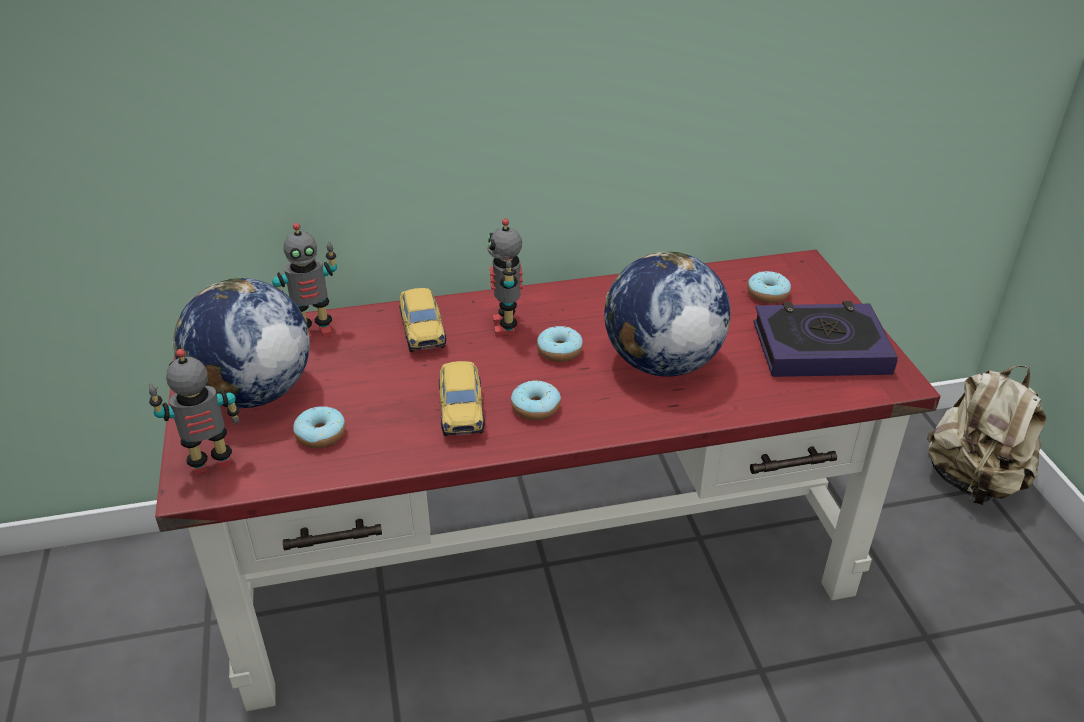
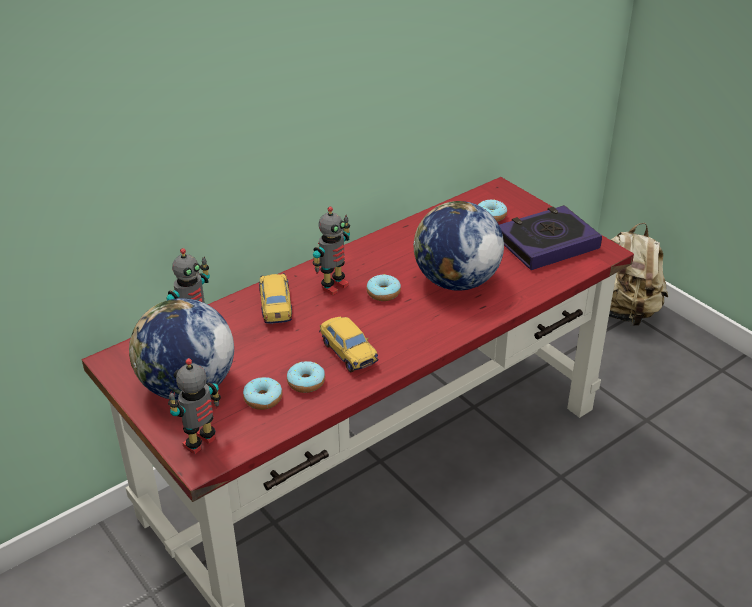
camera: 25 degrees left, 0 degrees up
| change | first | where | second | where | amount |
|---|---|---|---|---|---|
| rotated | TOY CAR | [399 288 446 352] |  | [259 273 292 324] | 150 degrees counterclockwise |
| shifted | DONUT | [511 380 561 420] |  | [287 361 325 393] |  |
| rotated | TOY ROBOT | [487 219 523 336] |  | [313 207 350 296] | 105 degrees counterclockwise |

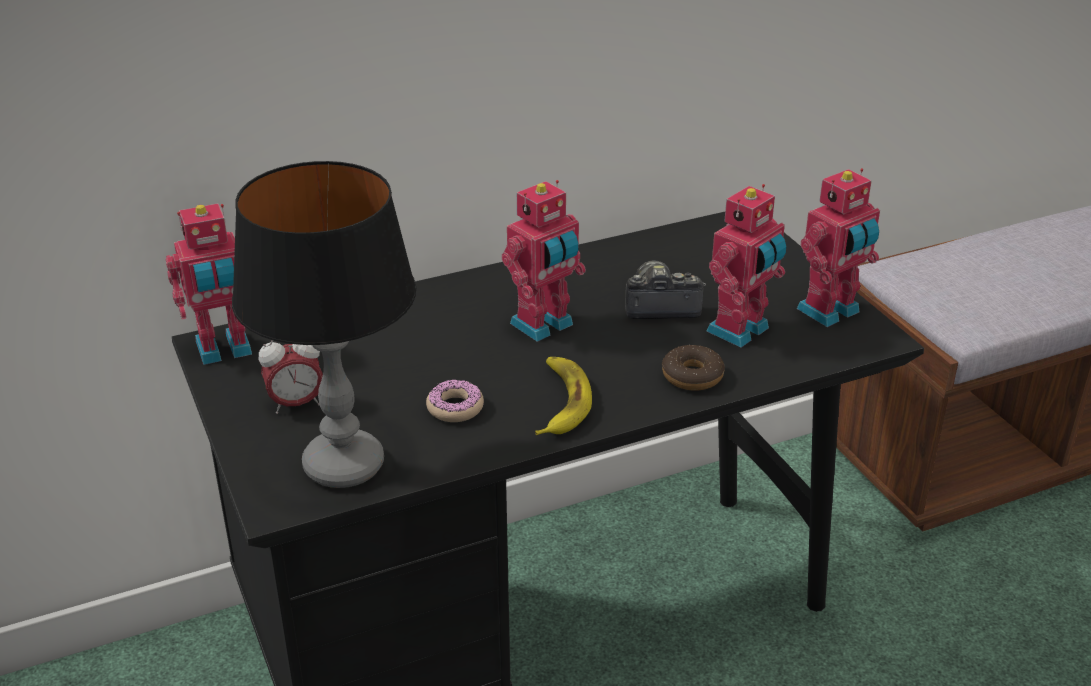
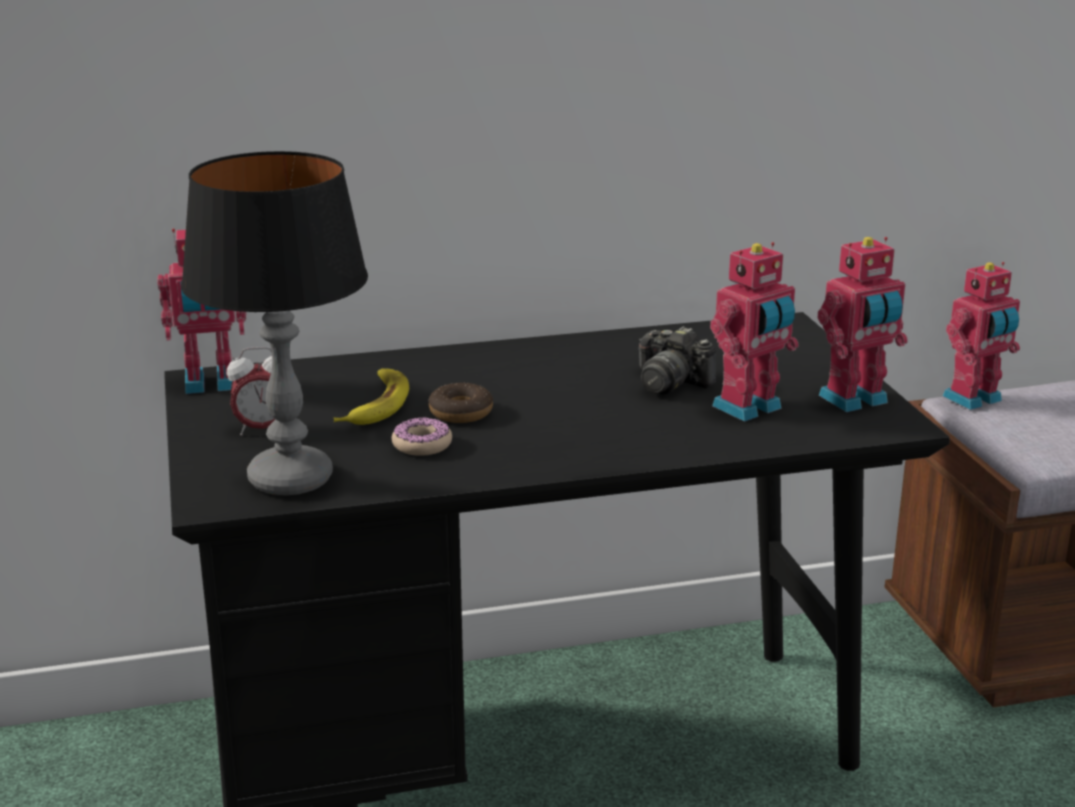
camera: 10 degrees right, 10 degrees down
| change | first | where | second | where | amount |
|---|---|---|---|---|---|
| shifted | BANANA | [535 357 592 435] |  | [334 368 409 425] |  |
| shifted | DONUT | [662 345 725 391] |  | [429 383 493 423] |  |
| rotated | PHOTO CAMERA | [625 260 706 319] |  | [639 326 716 395] | 150 degrees counterclockwise |
| shifted | TOY ROBOT | [502 180 586 342] |  | [943 262 1020 410] |  |

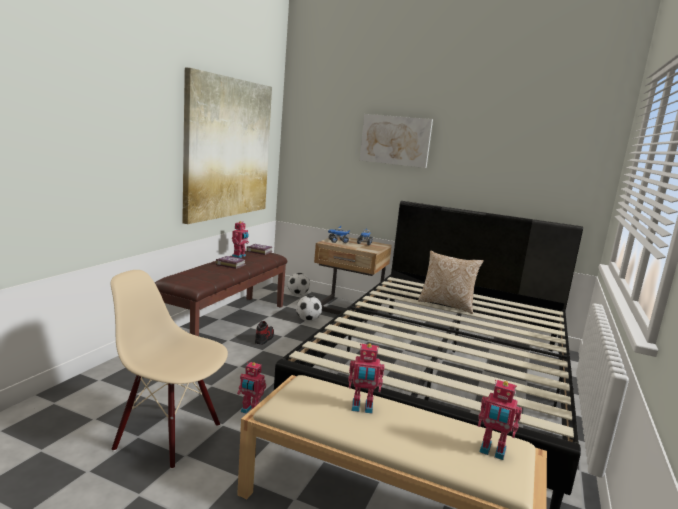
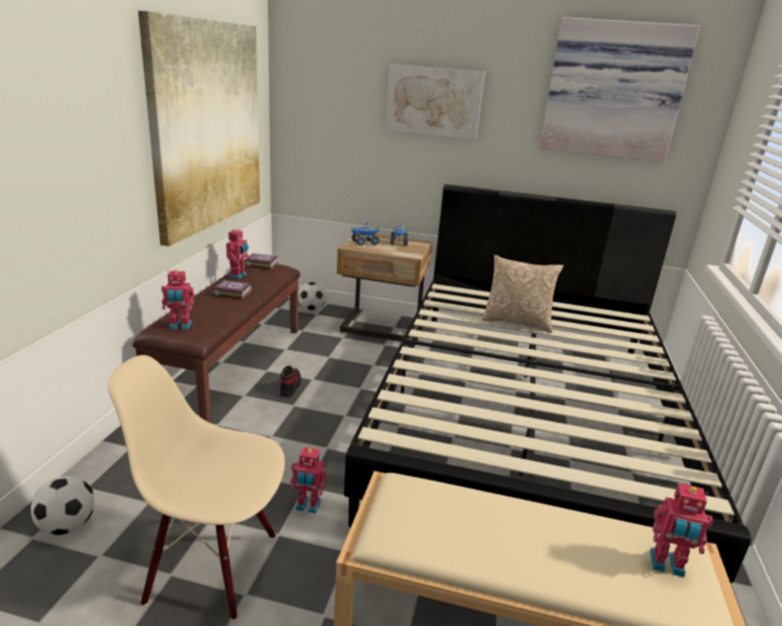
camera: 10 degrees left, 10 degrees up
| change | first | where | second | where | amount |
|---|---|---|---|---|---|
| shifted | FOOTBALL | [296 295 322 321] |  | [31 476 95 535] |  |
| shifted | TOY ROBOT | [348 344 385 414] |  | [161 270 195 330] |  |
| new |  |  | PICTURE | [540 17 700 161] |  |

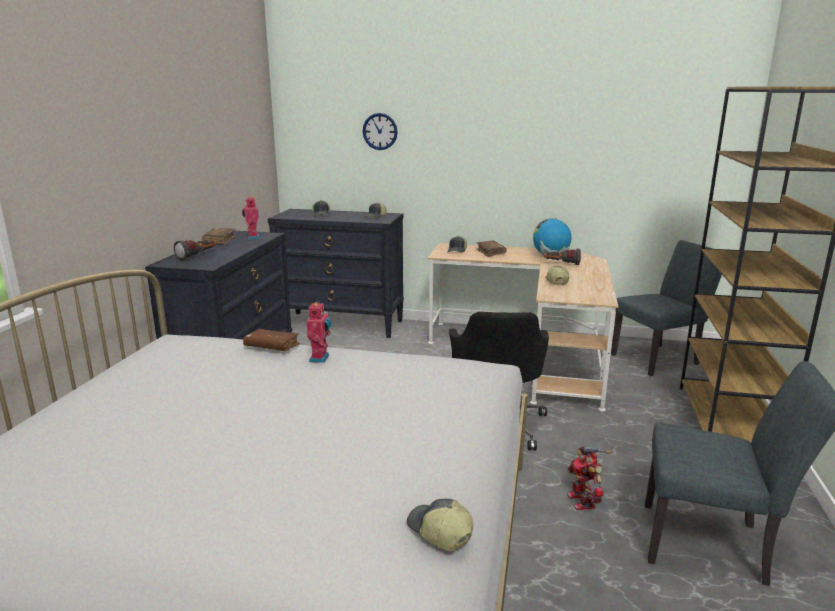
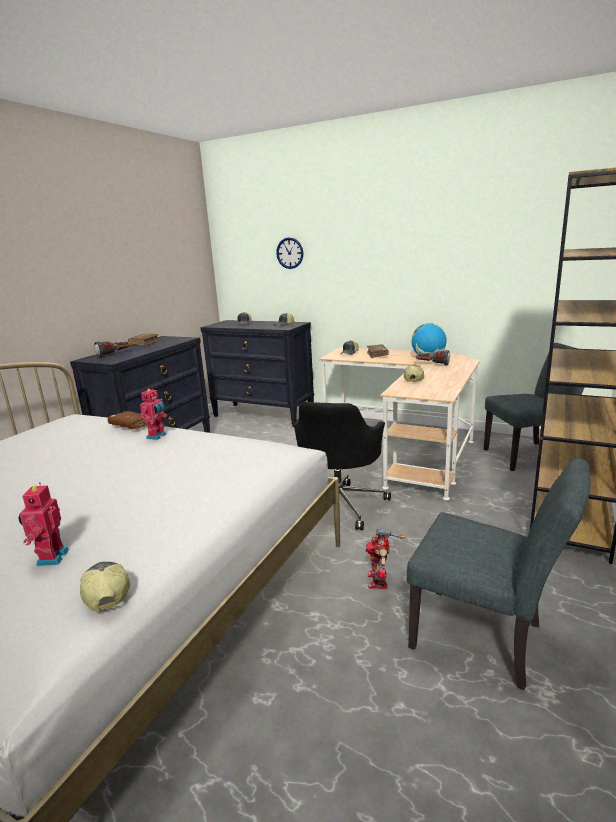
camera: 15 degrees right, 0 degrees up
| change | first | where | second | where | amount |
|---|---|---|---|---|---|
| shifted | TOY ROBOT | [242 196 260 239] |  | [18 482 69 566] |  |

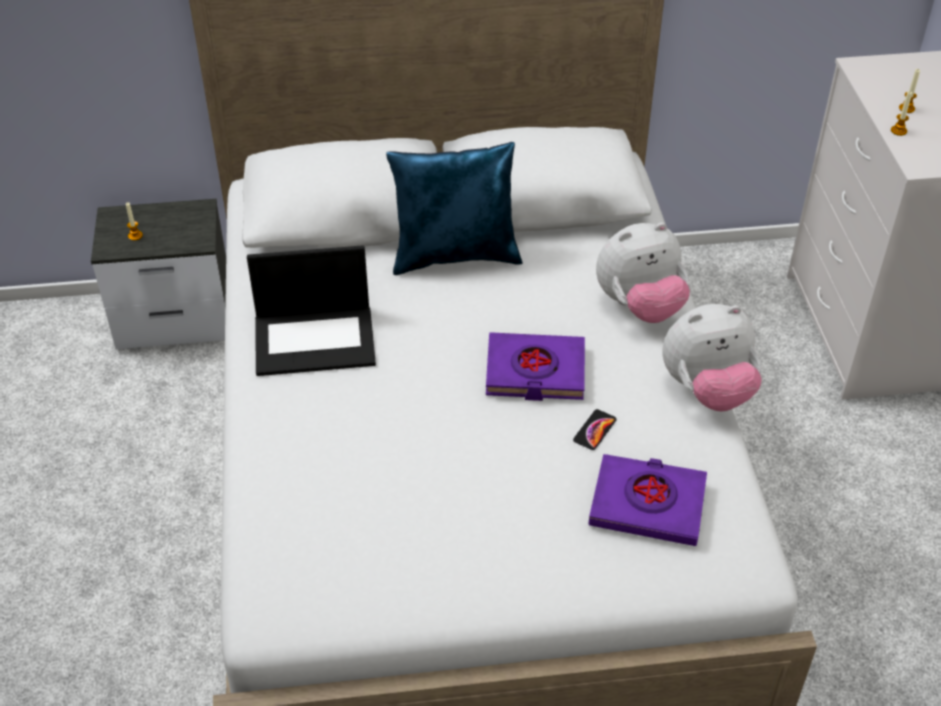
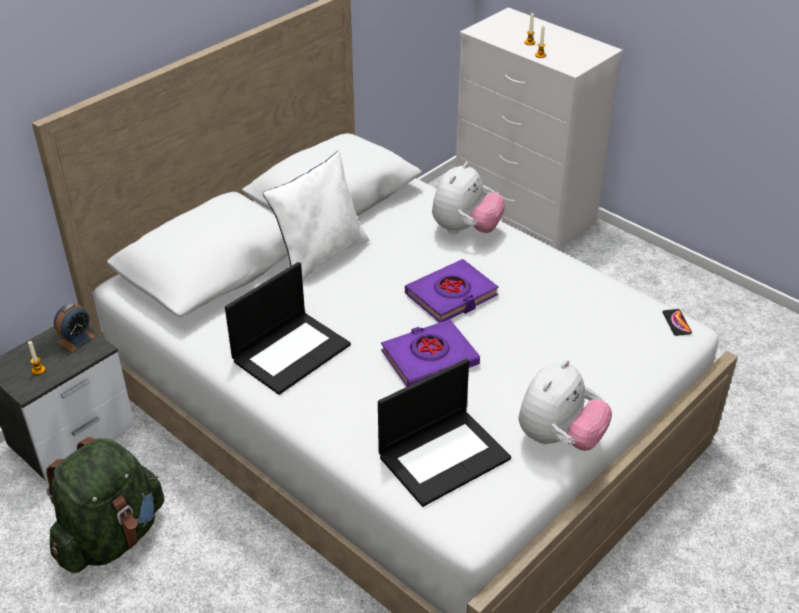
camera: 40 degrees left, 5 degrees down
| change | first | where | second | where | amount |
|---|---|---|---|---|---|
| new |  |  | GREEN BACKPACK | [46 437 164 573] |  |
| new |  |  | ALARM CLOCK | [54 303 96 352] |  |
| repainted | BLUE PILLOW | [386 142 522 275] | WHITE PILLOW | [263 151 369 281] |  |
| new |  |  | LAPTOP | [378 359 511 507] |  |
| shifted | PURPLE BOOK | [588 454 707 546] |  | [381 319 480 387] |  |
| shifted | PLUSH TOY | [662 304 762 411] |  | [518 359 612 451] |  |
| shifted | PHONE | [573 409 617 450] |  | [662 309 692 336] |  |

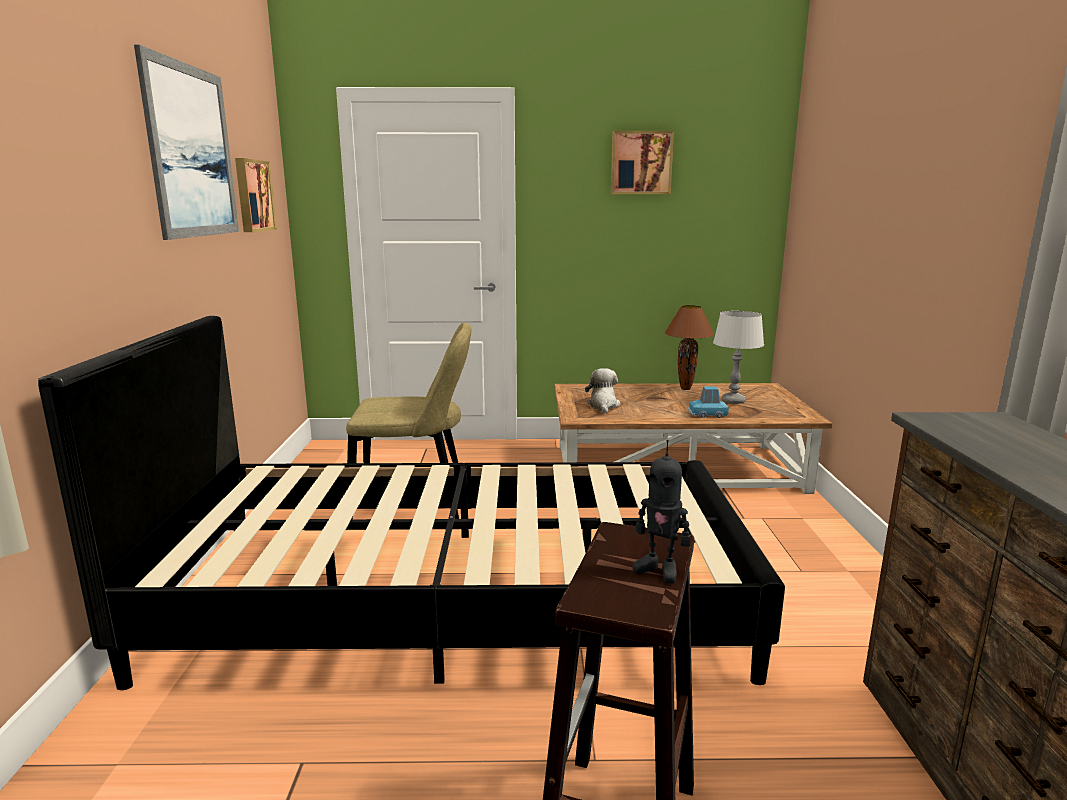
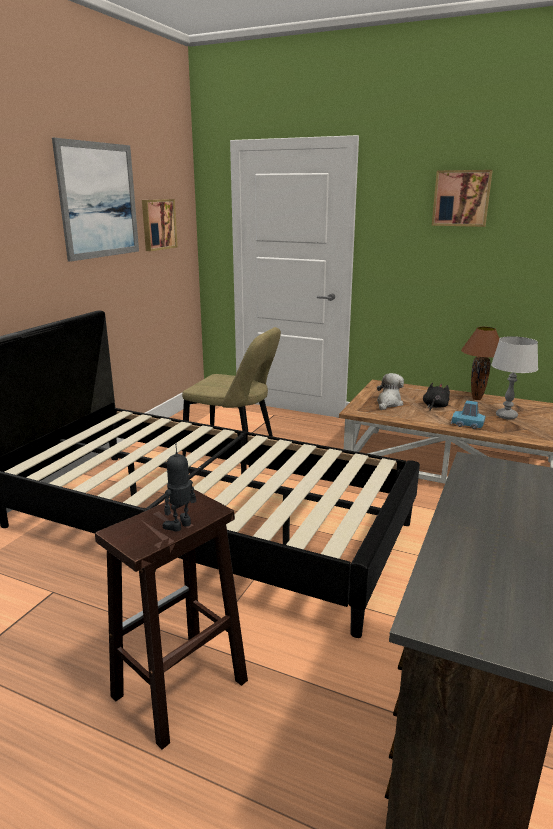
camera: 25 degrees right, 5 degrees up
| change | first | where | second | where | amount |
|---|---|---|---|---|---|
| rotated | TOY ROBOT | [633 440 690 584] |  | [162 444 196 531] | 75 degrees clockwise |
| new |  |  | BLACK PLUSH TOY | [423 383 450 411] |  |

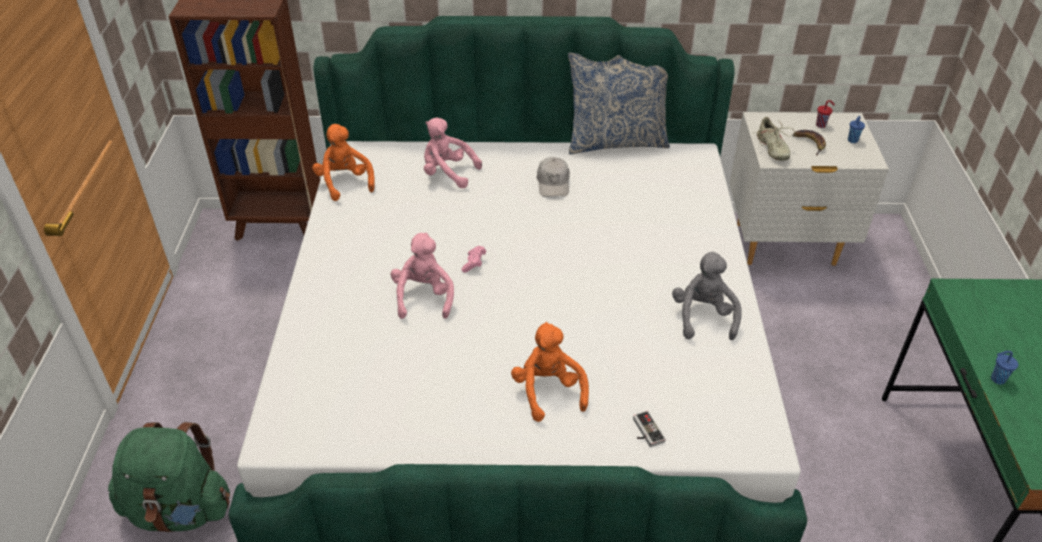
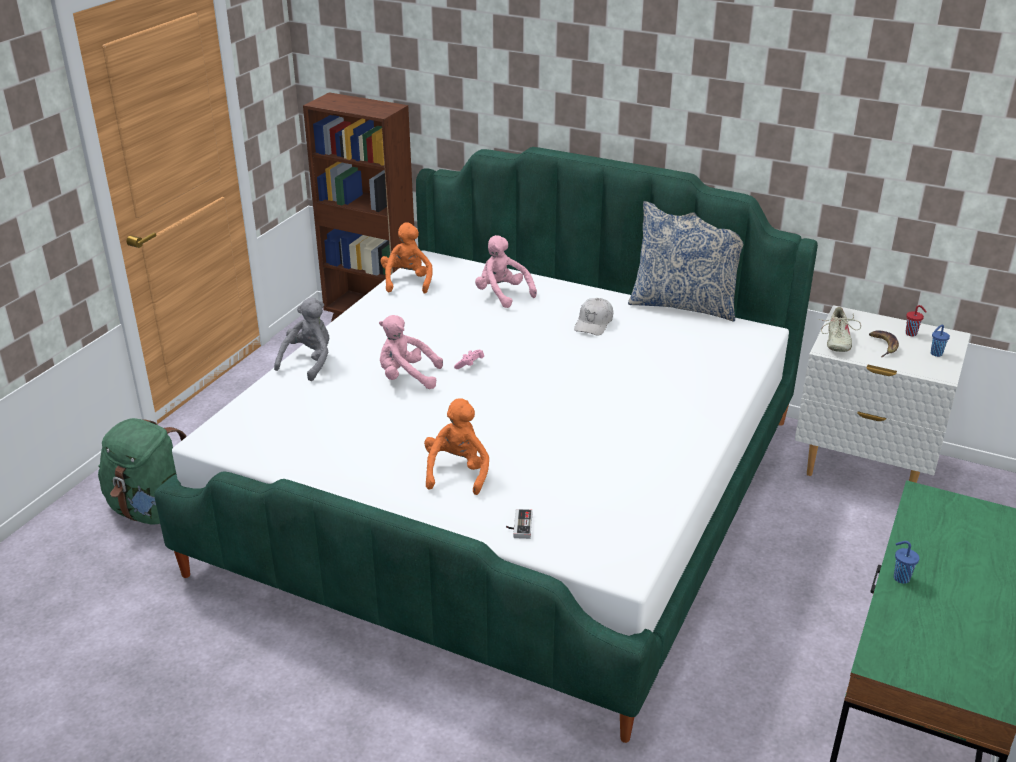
camera: 25 degrees right, 10 degrees down
| change | first | where | second | where | amount |
|---|---|---|---|---|---|
| shifted | GREY PLUSH TOY | [672 252 742 340] |  | [274 297 329 381] |  |
| rotated | PINK PLUSH TOY | [391 233 454 319] |  | [379 315 443 389] | 105 degrees counterclockwise |

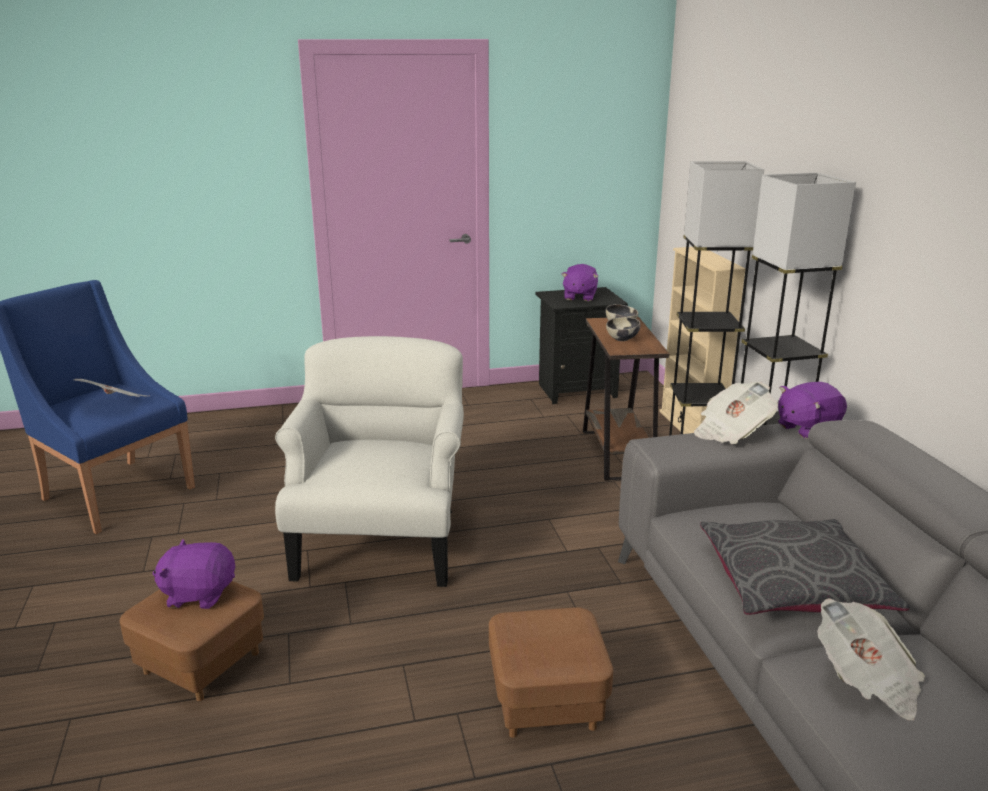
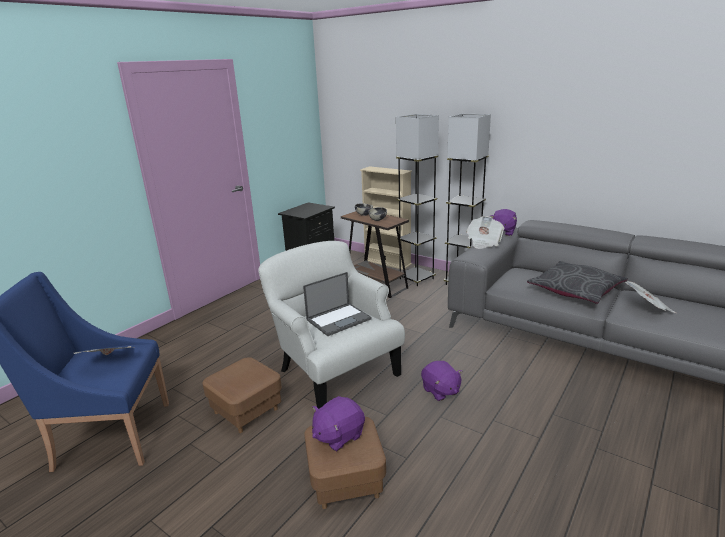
camera: 40 degrees left, 0 degrees up
| change | first | where | second | where | amount |
|---|---|---|---|---|---|
| shifted | BROWN OTTOMAN | [489 607 613 738] |  | [203 357 282 433] |  |
| new |  |  | LAPTOP | [303 272 372 336] |  |
| shifted | PURPLE PLUSH TOY | [561 264 598 301] |  | [421 361 463 401] |  |

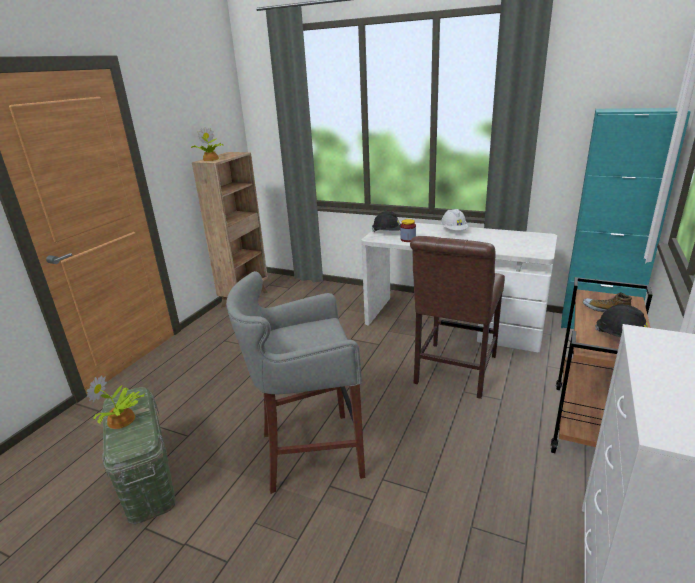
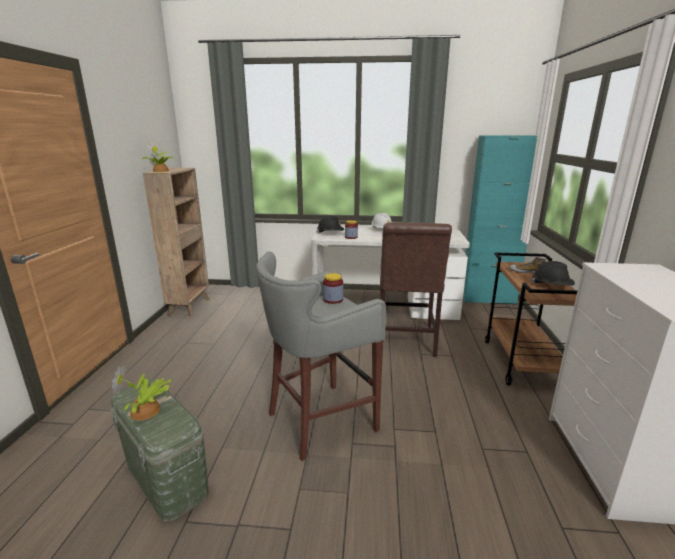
camera: 20 degrees left, 5 degrees down
| change | first | where | second | where | amount |
|---|---|---|---|---|---|
| new |  |  | JAR | [323 273 343 304] |  |

